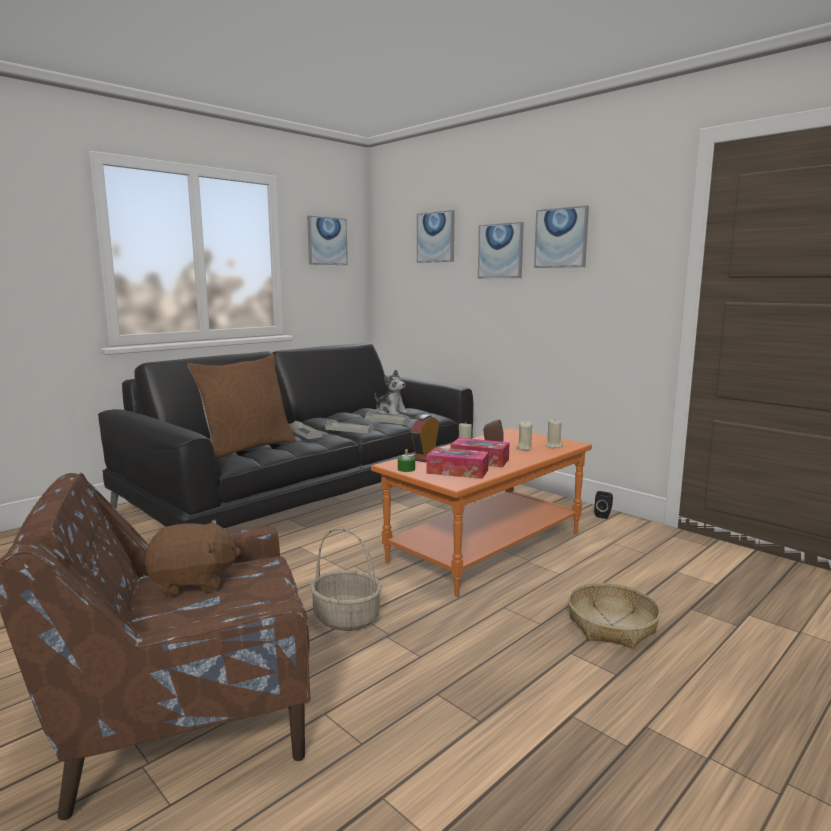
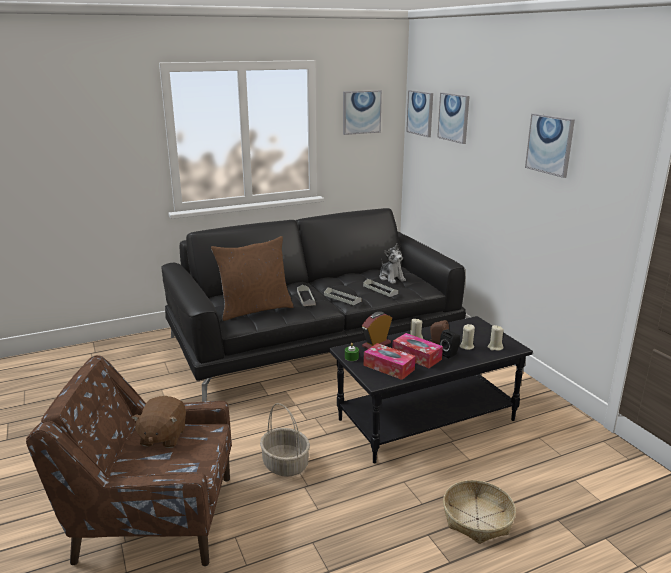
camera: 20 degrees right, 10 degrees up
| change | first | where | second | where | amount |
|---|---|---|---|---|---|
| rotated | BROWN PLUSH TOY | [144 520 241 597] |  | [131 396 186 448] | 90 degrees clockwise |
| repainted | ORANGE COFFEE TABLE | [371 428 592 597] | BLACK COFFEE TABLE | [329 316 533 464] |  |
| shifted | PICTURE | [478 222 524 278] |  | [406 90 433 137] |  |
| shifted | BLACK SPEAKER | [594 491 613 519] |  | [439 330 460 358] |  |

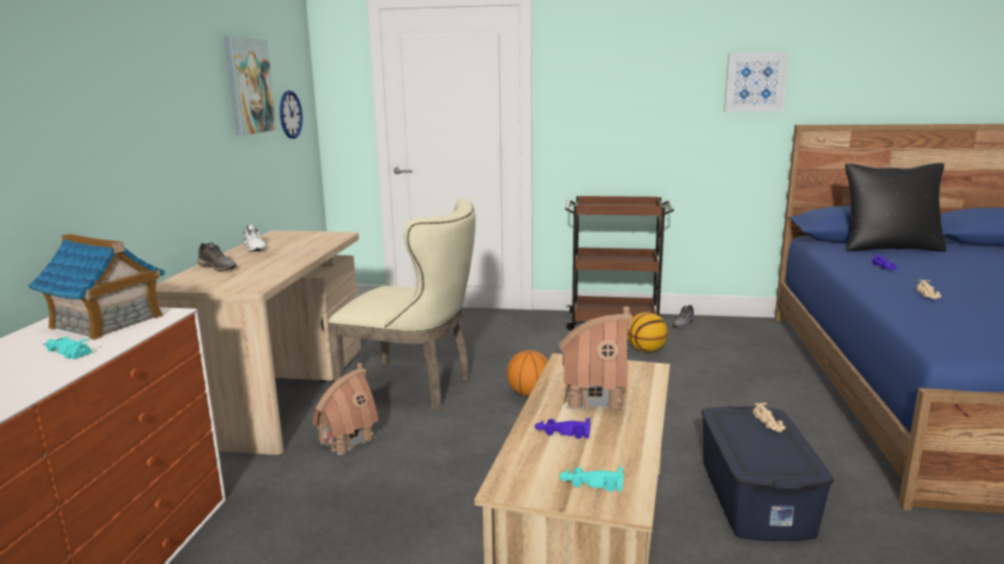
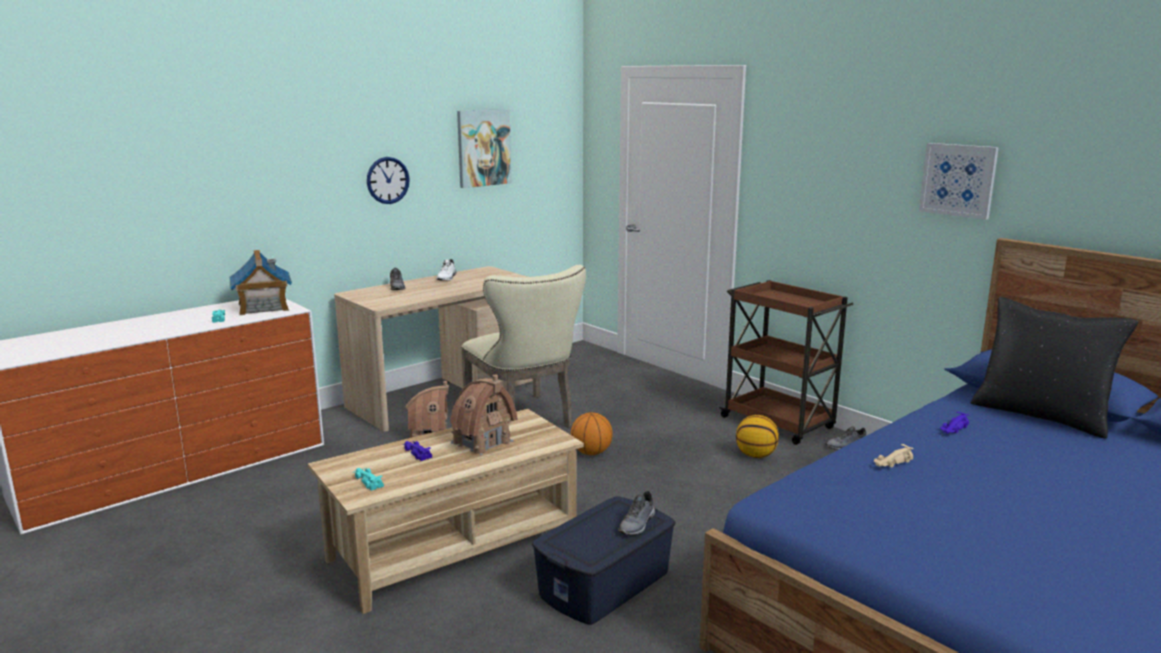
camera: 40 degrees right, 0 degrees up
| change | first | where | second | where | amount |
|---|---|---|---|---|---|
| shifted | WALL CLOCK | [280 90 303 139] |  | [367 157 410 204] |  |
| swapped | BEIGE TOY CAR | [753 403 785 432] | GREY SHOE | [618 491 655 535] |  |

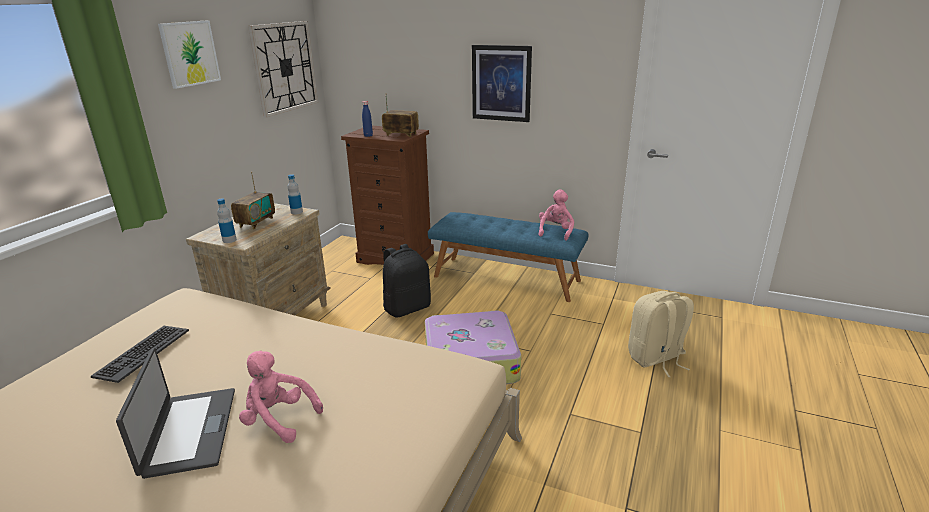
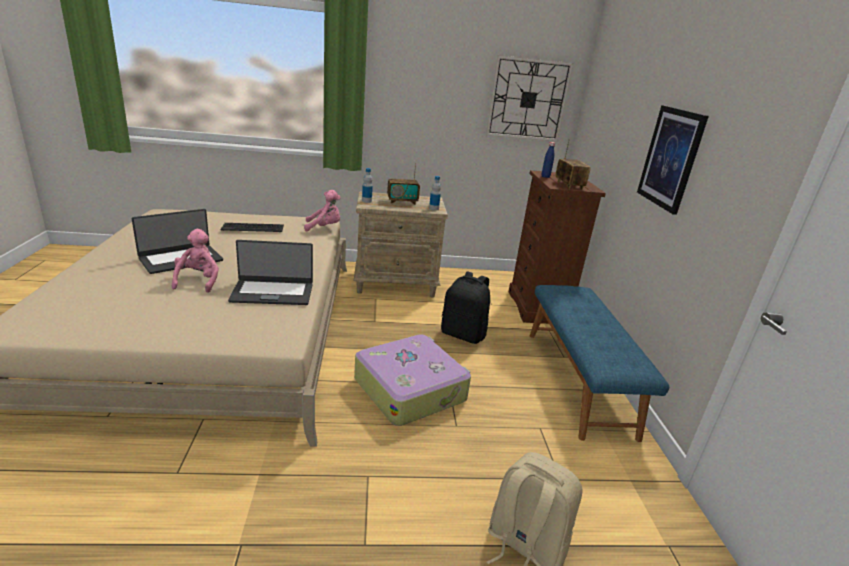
camera: 60 degrees right, 0 degrees up
| change | first | where | second | where | amount |
|---|---|---|---|---|---|
| new |  |  | LAPTOP | [228 240 313 305] |  |
| shifted | PINK PLUSH TOY | [539 189 574 240] |  | [304 190 341 232] |  |
| gone | PICTURE | [158 20 221 89] |  |  |  |

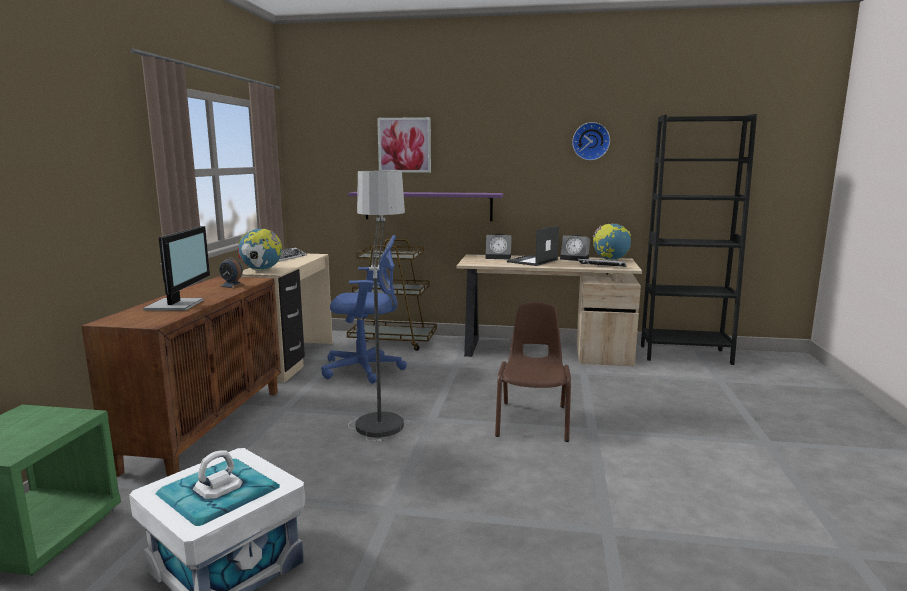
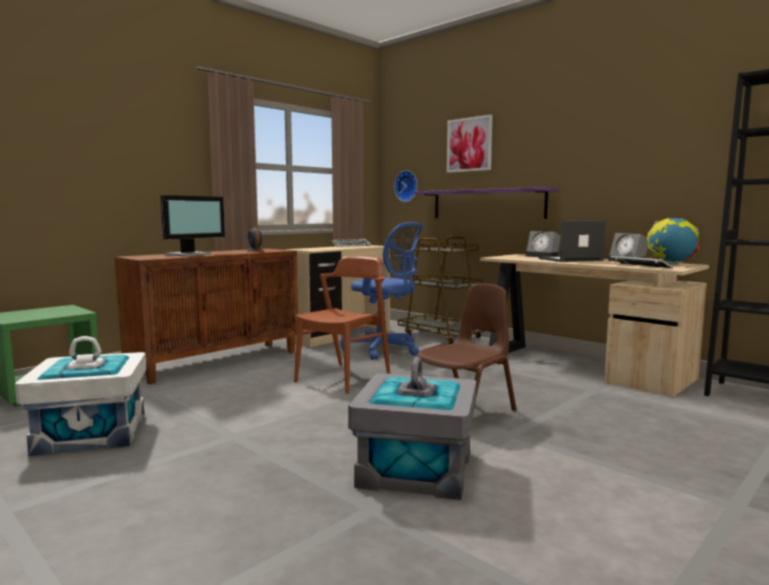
camera: 35 degrees right, 5 degrees down
| change | first | where | second | where | amount |
|---|---|---|---|---|---|
| swapped | FLOOR LAMP | [348 171 405 442] | BROWN CHAIR | [294 256 390 394] |  |
| new |  |  | GREY STORAGE BOX | [348 356 476 500] |  |
| shifted | WALL CLOCK | [572 122 610 160] |  | [394 170 418 202] |  |
| gone | GLOBE | [238 229 282 271] |  |  |  |

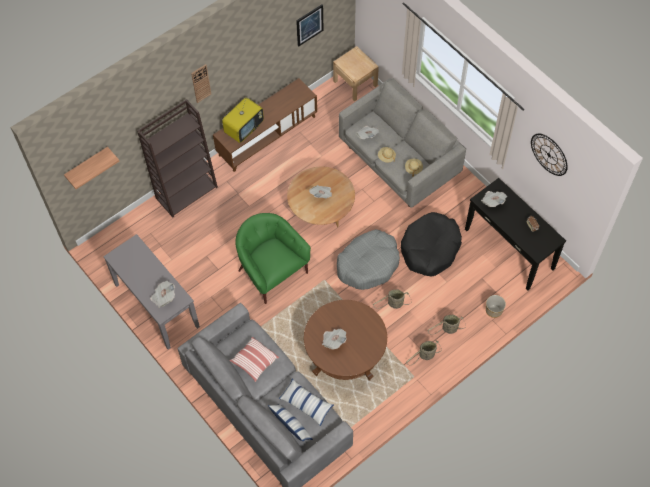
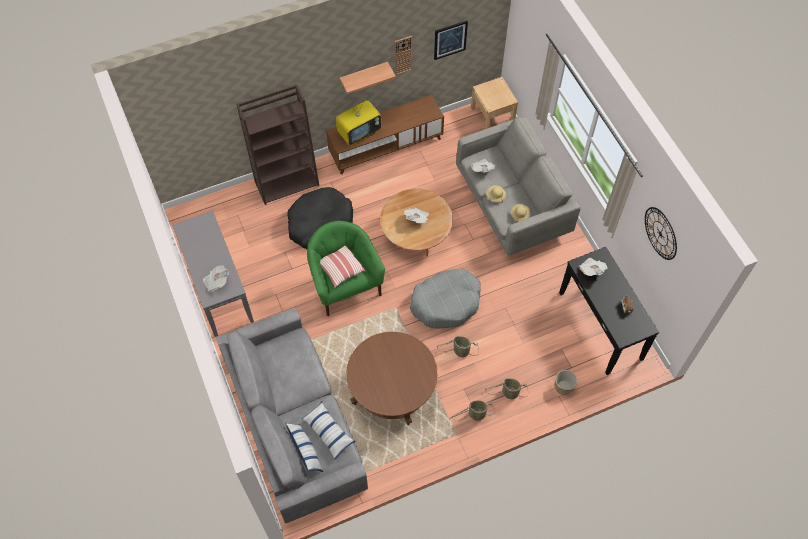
camera: 15 degrees right, 0 degrees up
| change | first | where | second | where | amount |
|---|---|---|---|---|---|
| shifted | BLACK DOG BED | [401 212 462 276] |  | [287 187 353 249] |  |
| shifted | PILLOW | [230 337 279 382] |  | [320 246 365 288] |  |
| shifted | SHELF | [64 147 119 189] |  | [340 62 396 94] |  |
| shifted | WALL CLOCK | [191 64 211 103] |  | [395 36 412 75] |  |
| gone | NEWSPAPER | [322 328 347 349] |  |  |  |

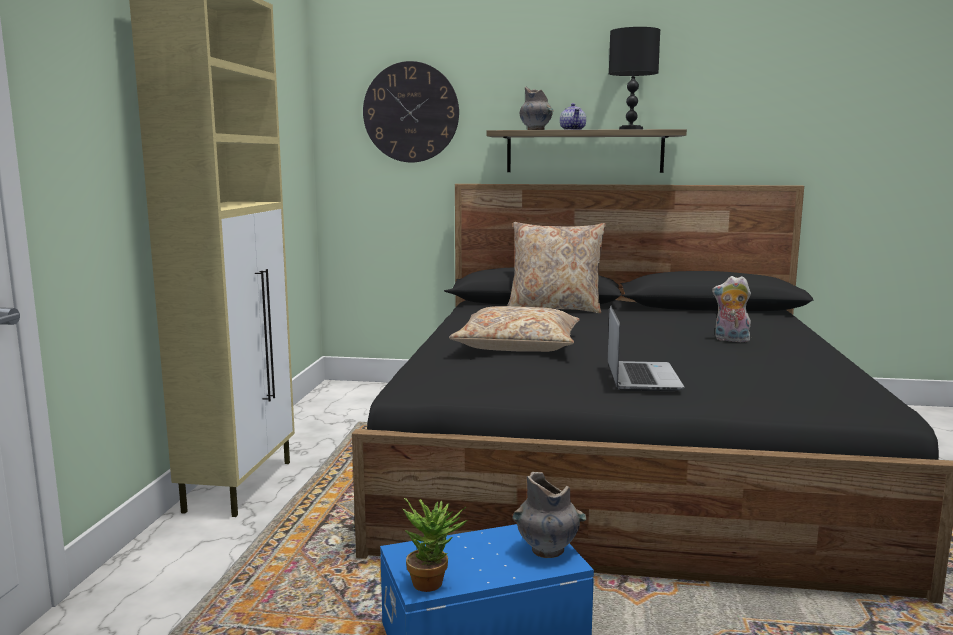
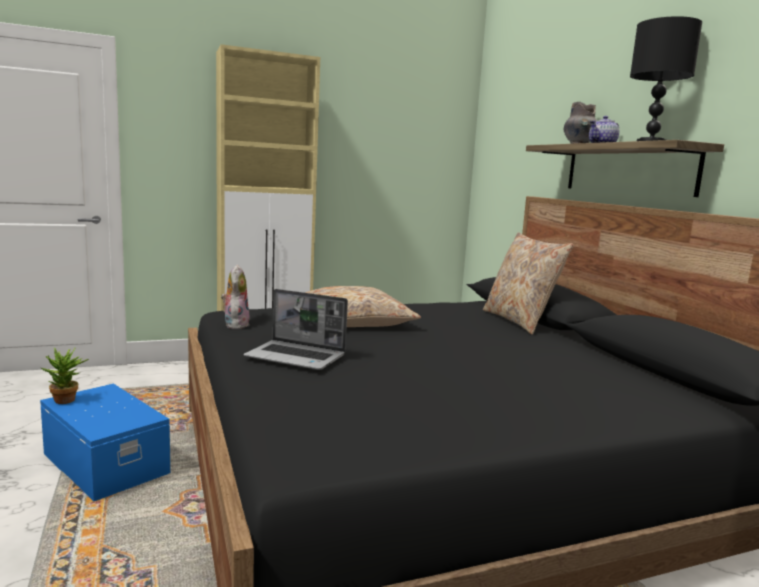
camera: 60 degrees right, 0 degrees up
| change | first | where | second | where | amount |
|---|---|---|---|---|---|
| shifted | PLUSH TOY | [712 276 751 342] |  | [221 264 250 329] |  |
| rotated | LAPTOP | [608 305 684 391] |  | [243 289 348 370] | 45 degrees clockwise |
| gone | WALL CLOCK | [363 61 459 162] |  |  |  |
| gone | GREY VASE | [512 472 587 558] |  |  |  |

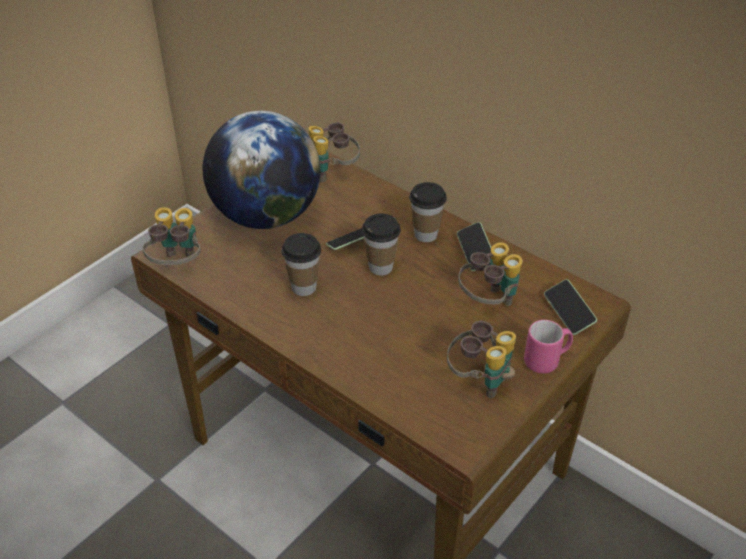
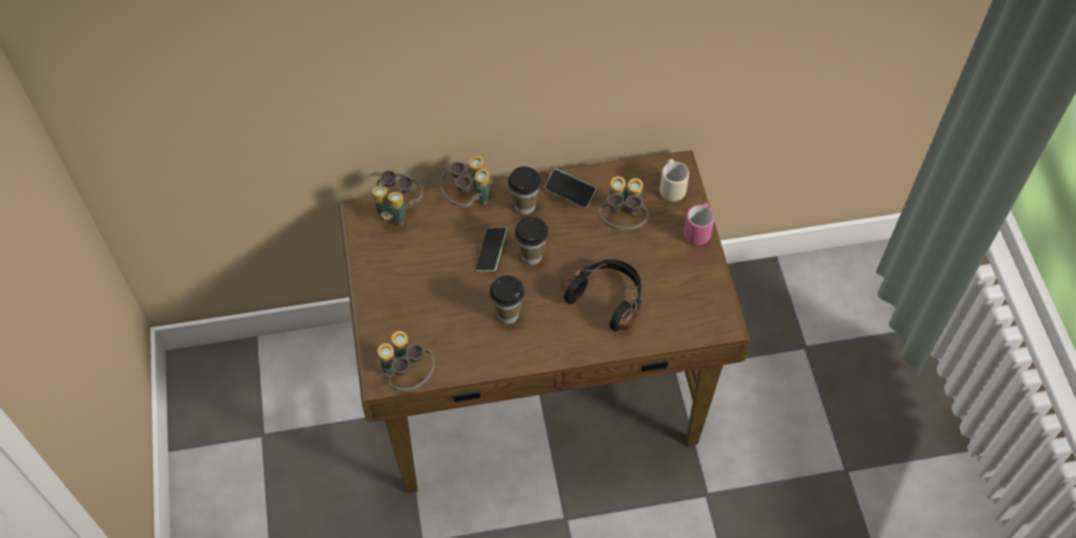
camera: 50 degrees left, 15 degrees up
| change | first | where | second | where | amount |
|---|---|---|---|---|---|
| shifted | BINOCULARS | [447 321 516 398] |  | [441 156 493 207] |  |
| new |  |  | BLACK HEADPHONES | [561 259 642 332] |  |
| swapped | PHONE | [544 279 597 335] | BEIGE MUG | [660 159 689 202] |  |
| gone | GLOBE | [203 111 321 229] |  |  |  |

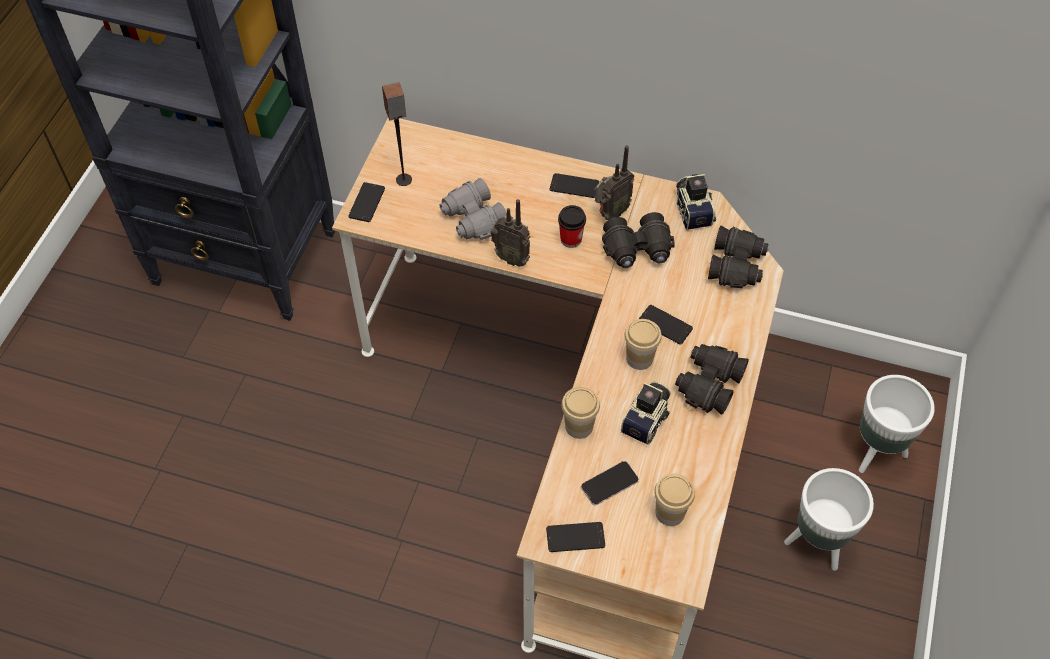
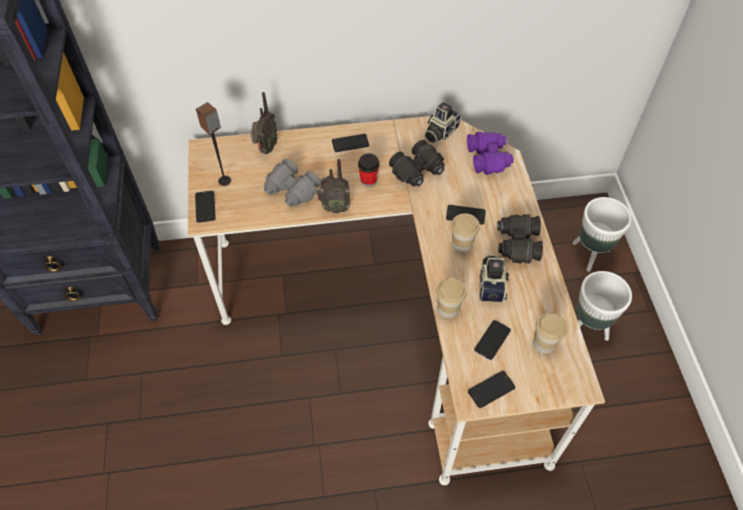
camera: 25 degrees left, 0 degrees up
| change | first | where | second | where | amount |
|---|---|---|---|---|---|
| shifted | RADIO | [595 145 634 220] |  | [250 92 278 154] |  |
| rotated | PHOTO CAMERA | [676 174 716 230] |  | [424 102 461 144] | 105 degrees counterclockwise |
| repainted | BLACK BINOCULARS | [708 226 768 288] | PURPLE BINOCULARS | [467 132 514 175] |  |

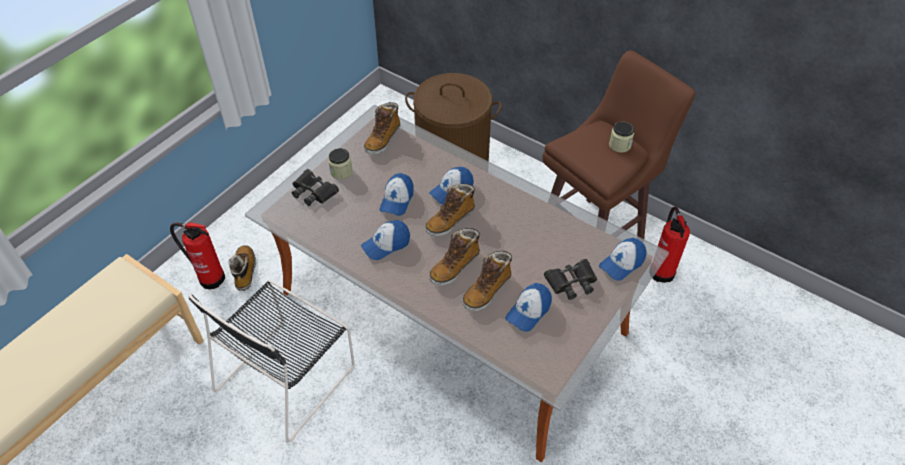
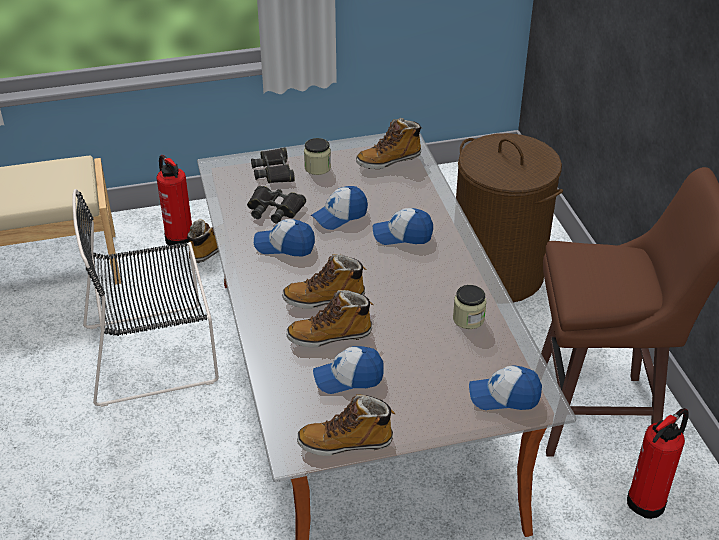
camera: 40 degrees right, 10 degrees down
| change | first | where | second | where | amount |
|---|---|---|---|---|---|
| shifted | BLACK BINOCULARS | [544 259 597 300] |  | [247 186 306 224] |  |
| shifted | BOOT | [425 184 475 237] |  | [297 394 395 456] |  |
| shifted | JAR | [609 122 634 153] |  | [453 285 486 329] |  |

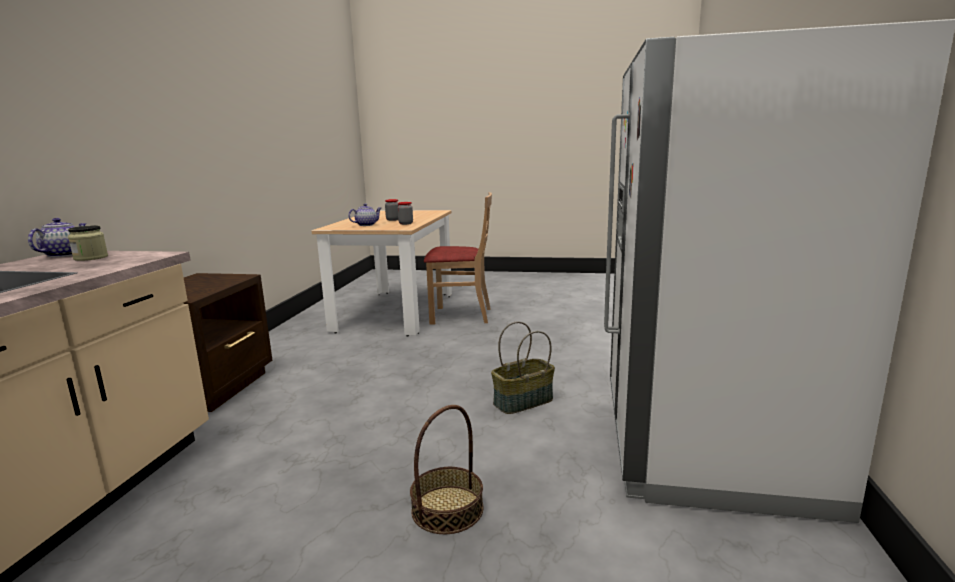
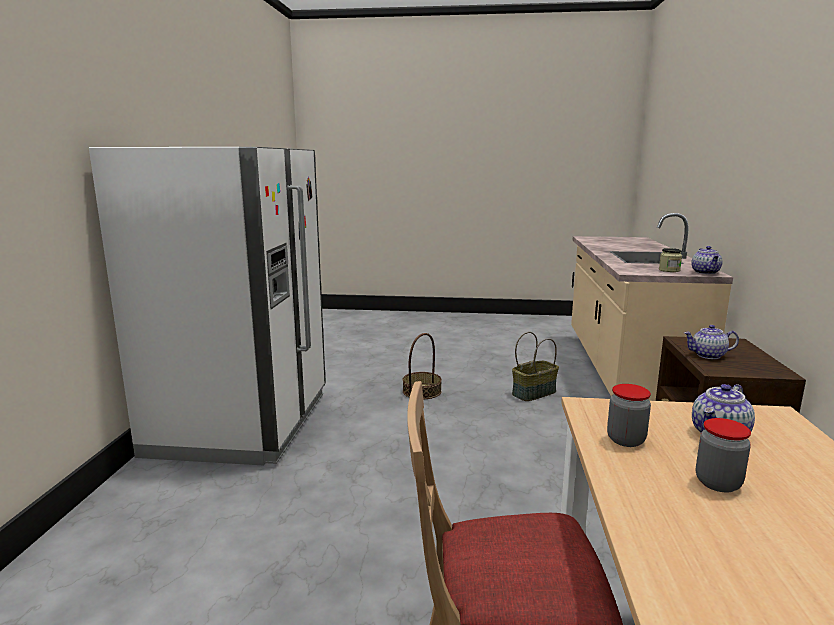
camera: 175 degrees right, 0 degrees up
| change | first | where | second | where | amount |
|---|---|---|---|---|---|
| shifted | BASKET | [491 321 555 414] |  | [512 332 559 401] |  |
| new |  |  | TEAPOT | [684 325 739 359] |  |

